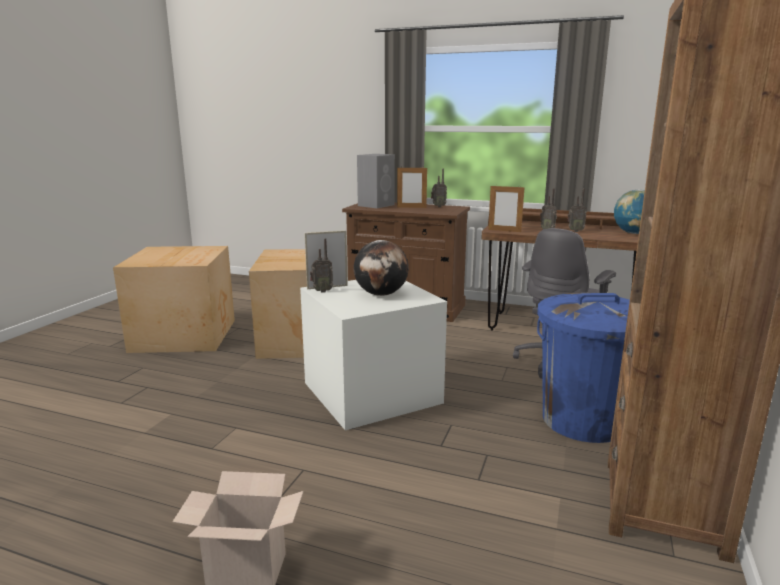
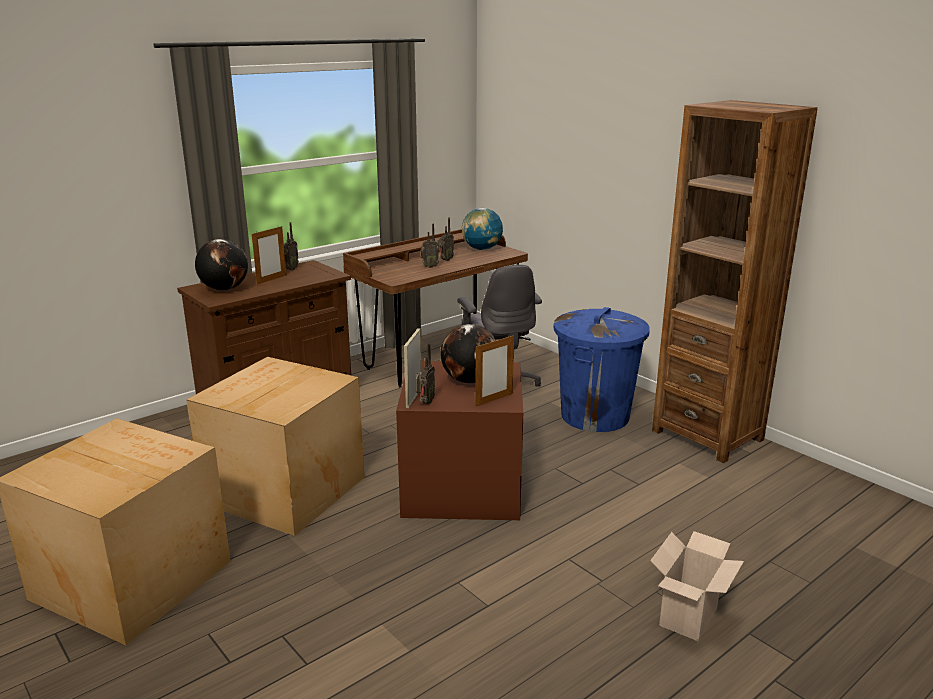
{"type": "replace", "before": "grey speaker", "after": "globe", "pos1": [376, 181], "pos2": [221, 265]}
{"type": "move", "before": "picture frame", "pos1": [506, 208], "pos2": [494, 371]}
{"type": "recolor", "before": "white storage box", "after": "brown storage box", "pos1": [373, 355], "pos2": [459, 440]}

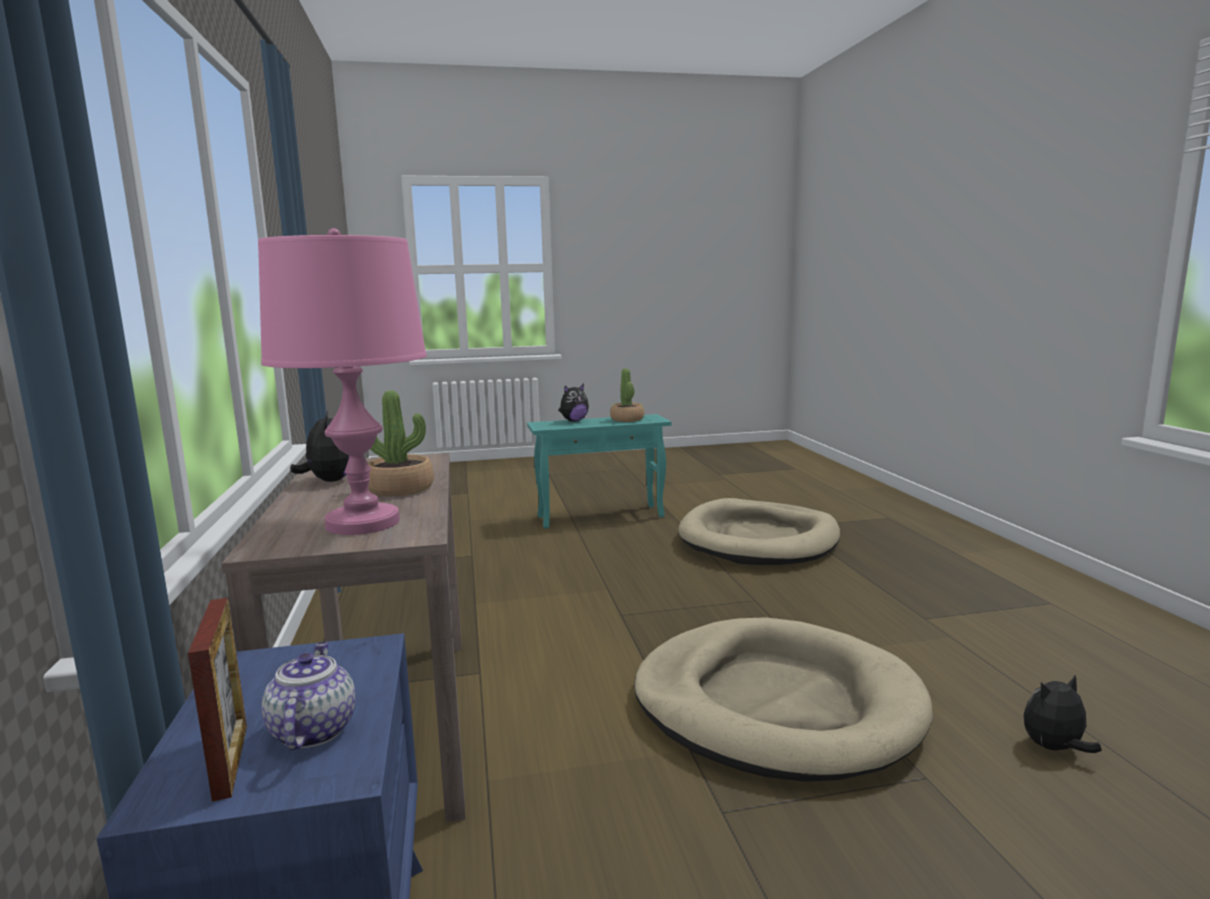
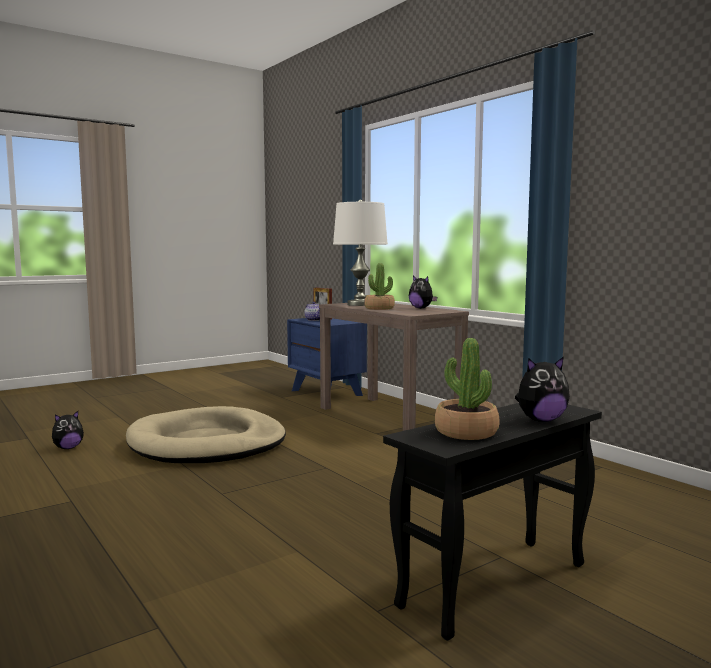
{"type": "recolor", "before": "pink table lamp", "after": "white table lamp", "pos1": [342, 381], "pos2": [360, 253]}
{"type": "rotate", "before": "plush toy", "pos1": [573, 403], "pos2": [542, 389], "turn": -135}
{"type": "recolor", "before": "turquoise side table", "after": "black side table", "pos1": [599, 471], "pos2": [492, 522]}
{"type": "delete", "before": "beige dog bed", "pos1": [759, 531]}

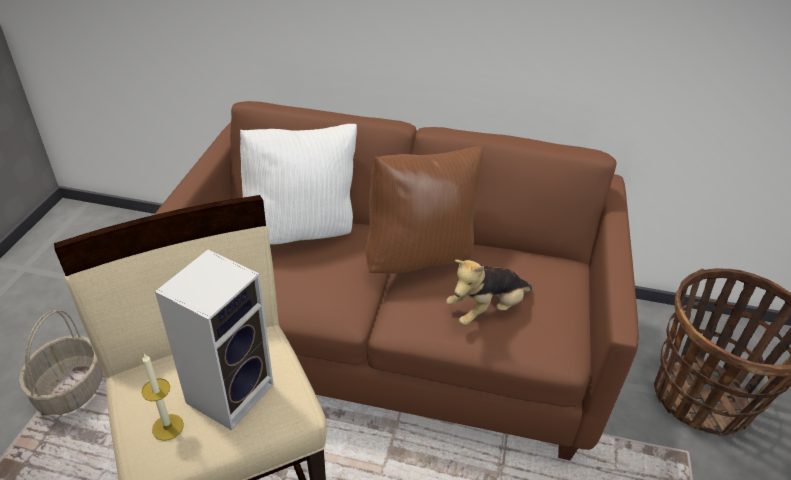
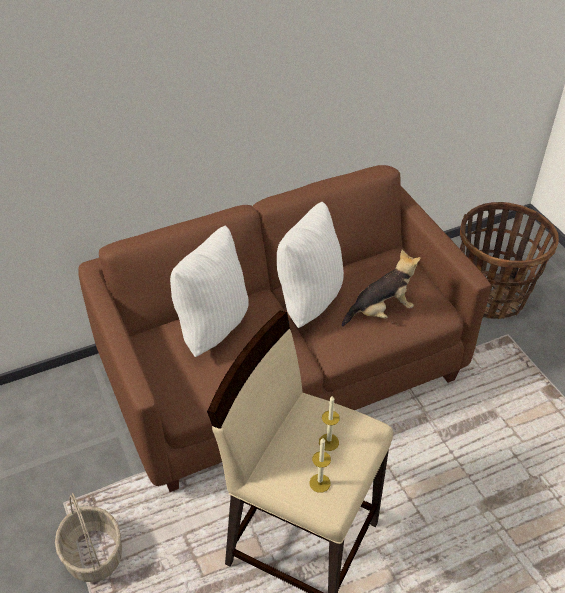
{"type": "recolor", "before": "brown pillow", "after": "white pillow", "pos1": [424, 210], "pos2": [310, 265]}
{"type": "replace", "before": "speaker", "after": "candle", "pos1": [214, 340], "pos2": [329, 423]}
{"type": "rotate", "before": "plush toy", "pos1": [489, 292], "pos2": [381, 288], "turn": -135}

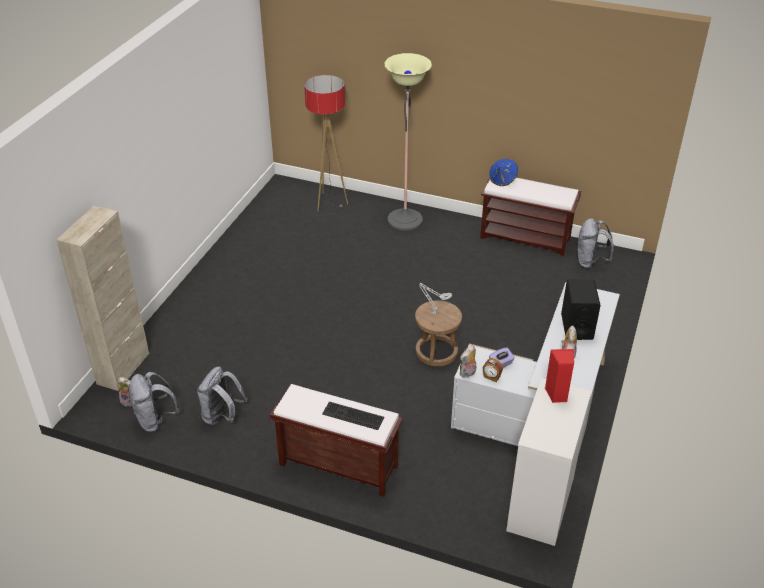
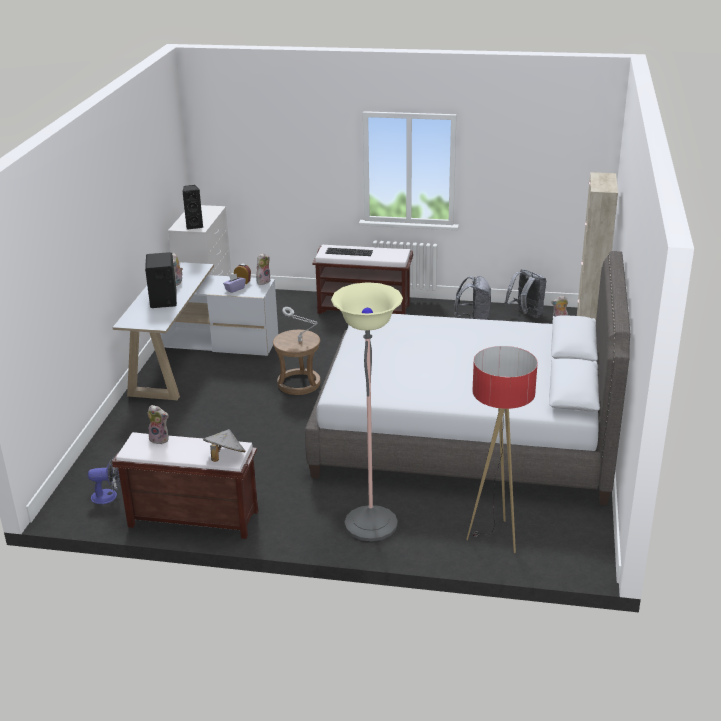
{"type": "recolor", "before": "blue hat", "after": "grey hat", "pos1": [503, 172], "pos2": [224, 445]}
{"type": "replace", "before": "grey backpack", "after": "fan", "pos1": [595, 243], "pos2": [104, 480]}
{"type": "recolor", "before": "red speaker", "after": "black speaker", "pos1": [559, 376], "pos2": [192, 207]}
{"type": "insert", "after": "grey bed", "pos2": [467, 378]}
{"type": "insert", "after": "plush toy", "pos2": [158, 424]}

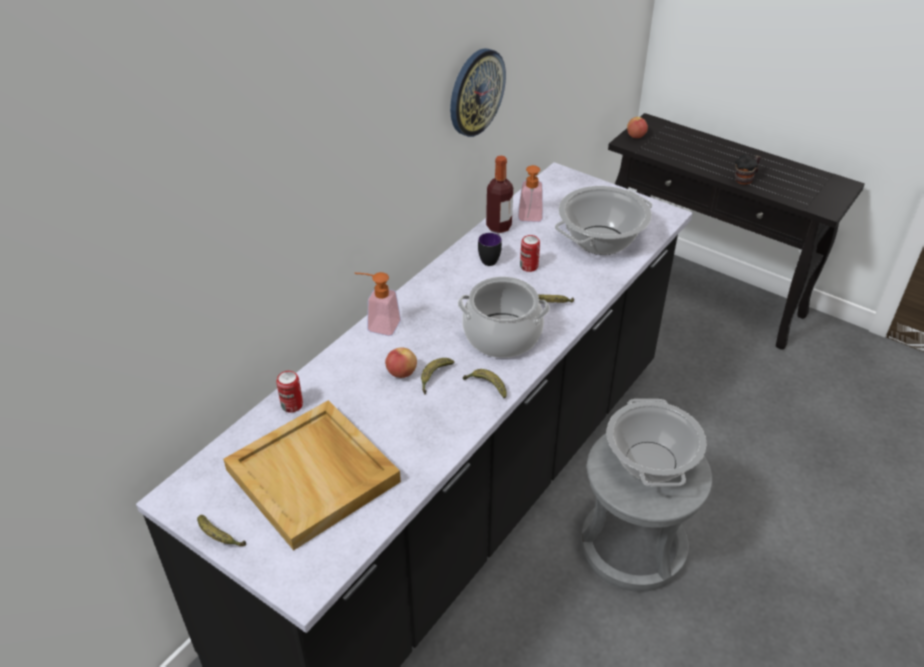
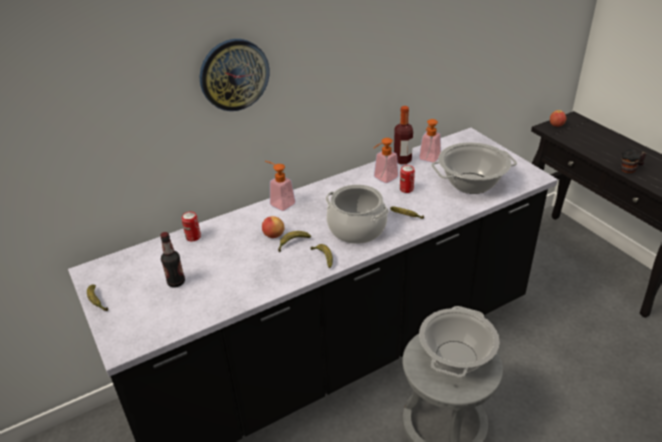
{"type": "move", "before": "wall clock", "pos1": [478, 92], "pos2": [234, 75]}
{"type": "replace", "before": "mug", "after": "soap dispenser", "pos1": [490, 249], "pos2": [386, 160]}
{"type": "replace", "before": "beige tray", "after": "bottle", "pos1": [312, 475], "pos2": [172, 260]}

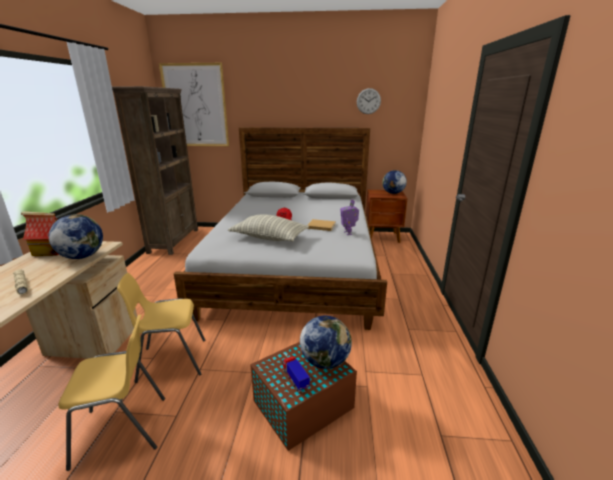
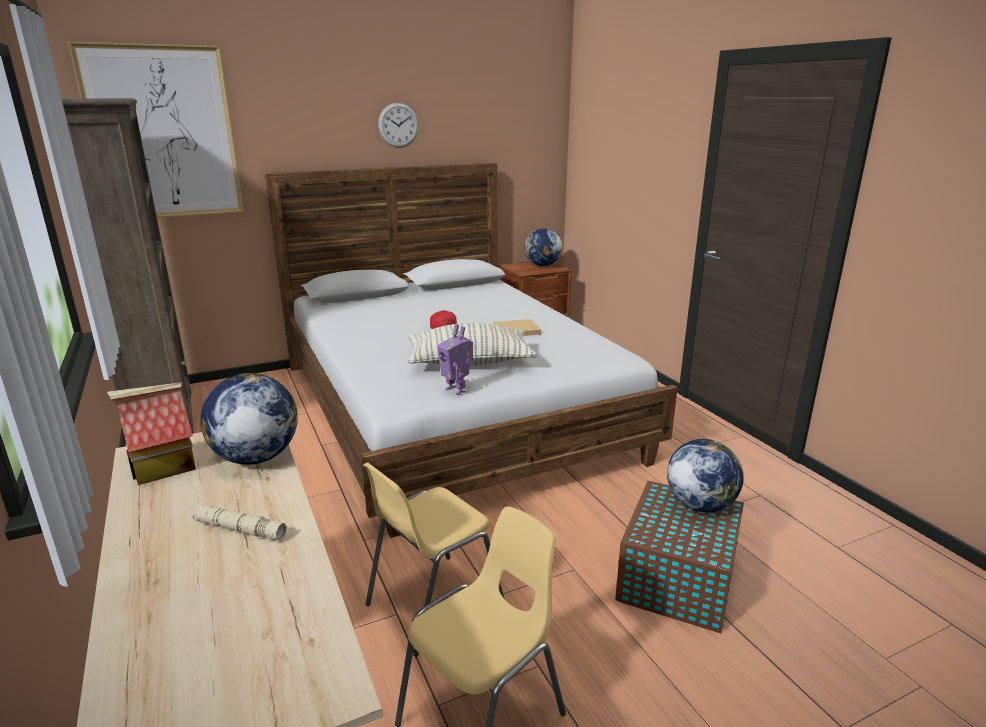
{"type": "move", "before": "wall clock", "pos1": [369, 101], "pos2": [398, 125]}
{"type": "move", "before": "toy robot", "pos1": [349, 217], "pos2": [455, 359]}
{"type": "delete", "before": "toy truck", "pos1": [296, 374]}

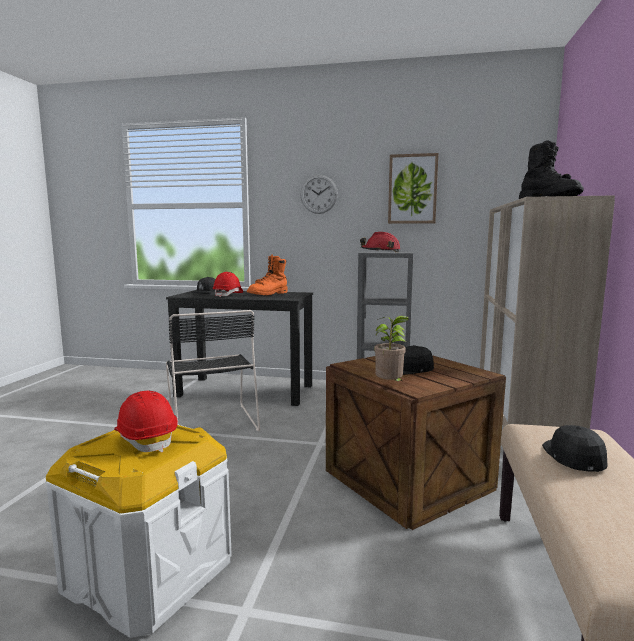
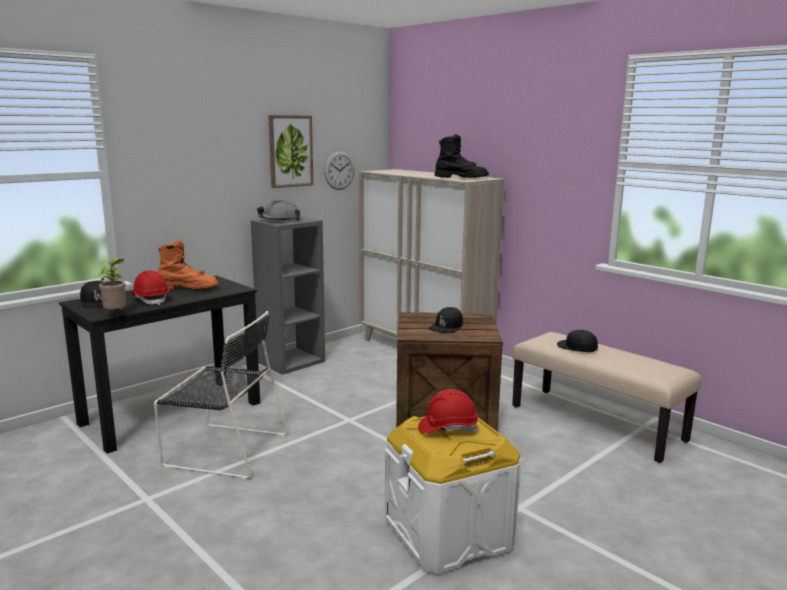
{"type": "move", "before": "wall clock", "pos1": [319, 194], "pos2": [339, 170]}
{"type": "recolor", "before": "red hard hat", "after": "grey hard hat", "pos1": [380, 242], "pos2": [278, 210]}
{"type": "rotate", "before": "orange boot", "pos1": [267, 275], "pos2": [188, 265], "turn": -75}
{"type": "move", "before": "potted plant", "pos1": [391, 349], "pos2": [112, 284]}

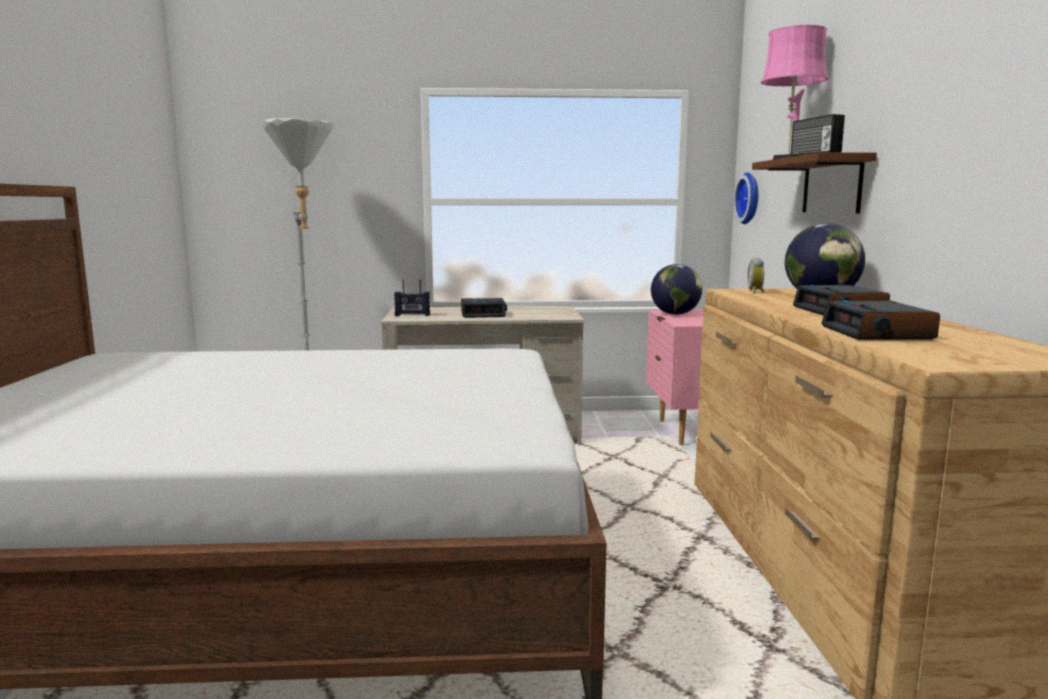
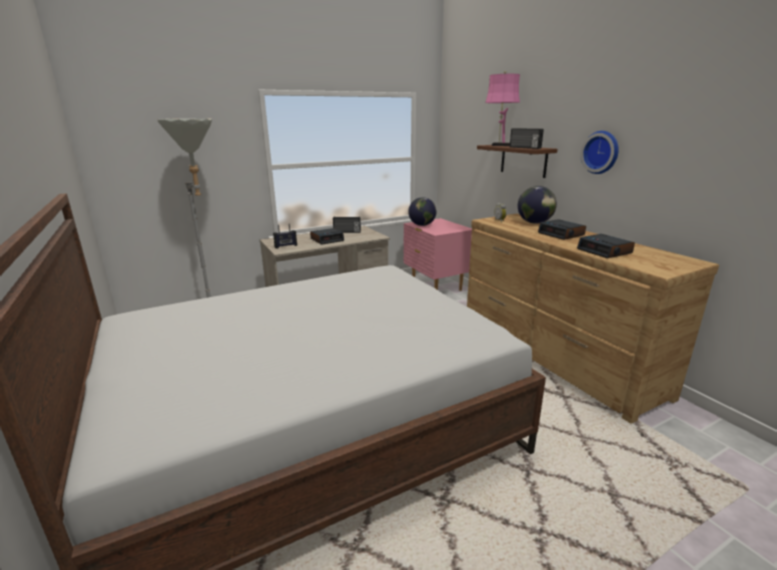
{"type": "move", "before": "wall clock", "pos1": [745, 198], "pos2": [599, 152]}
{"type": "insert", "after": "radio", "pos2": [347, 225]}

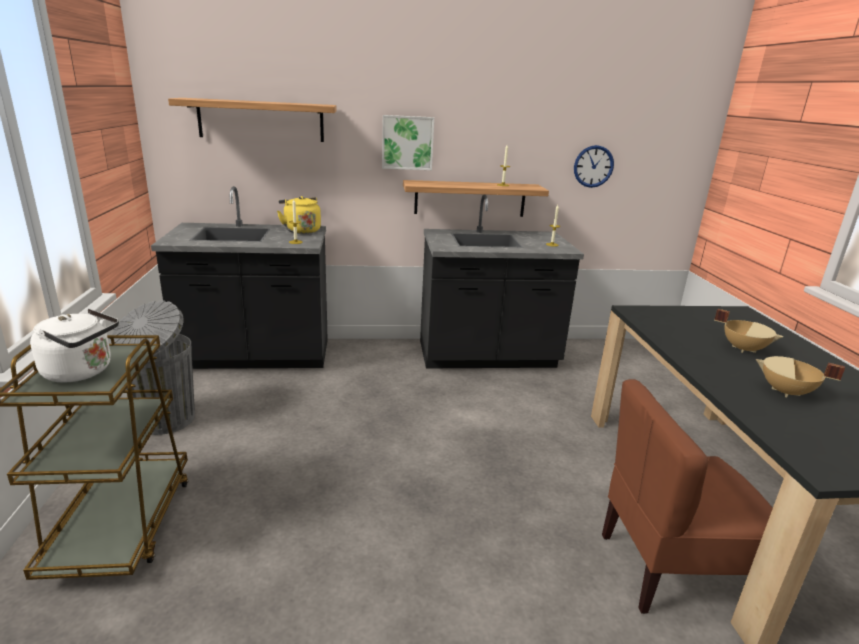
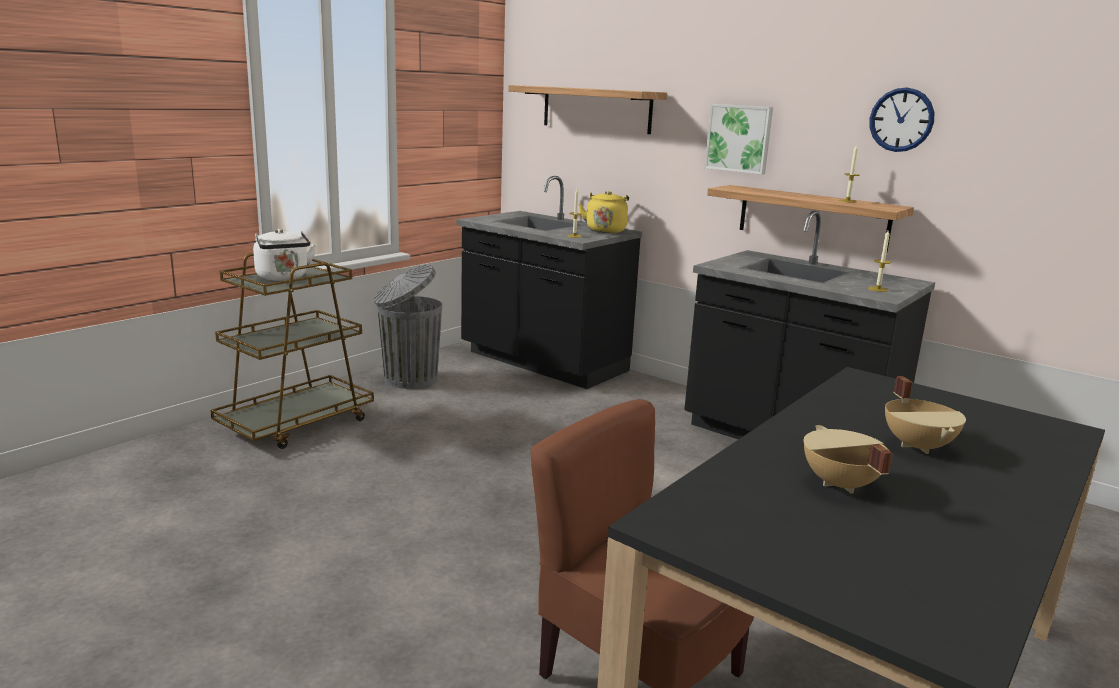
{"type": "move", "before": "wall clock", "pos1": [594, 166], "pos2": [901, 119]}

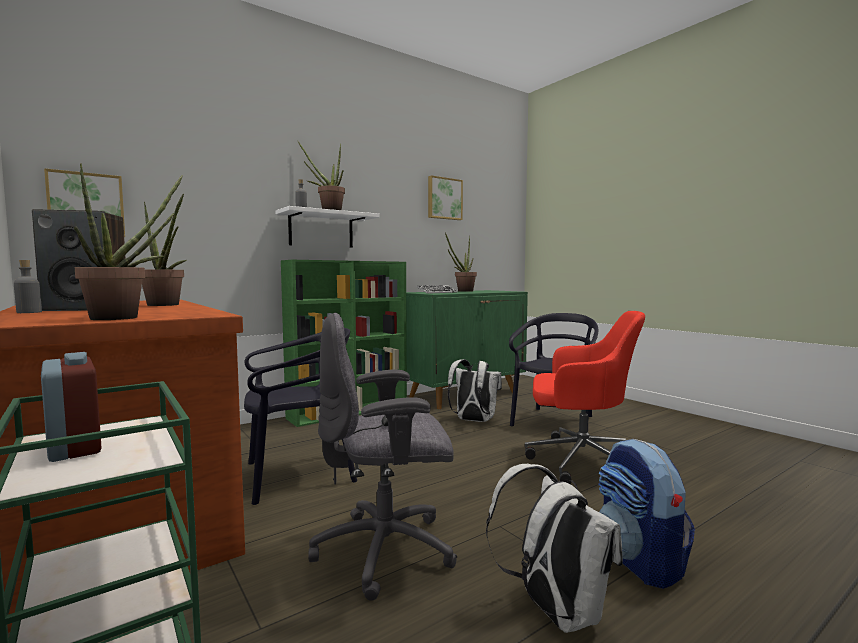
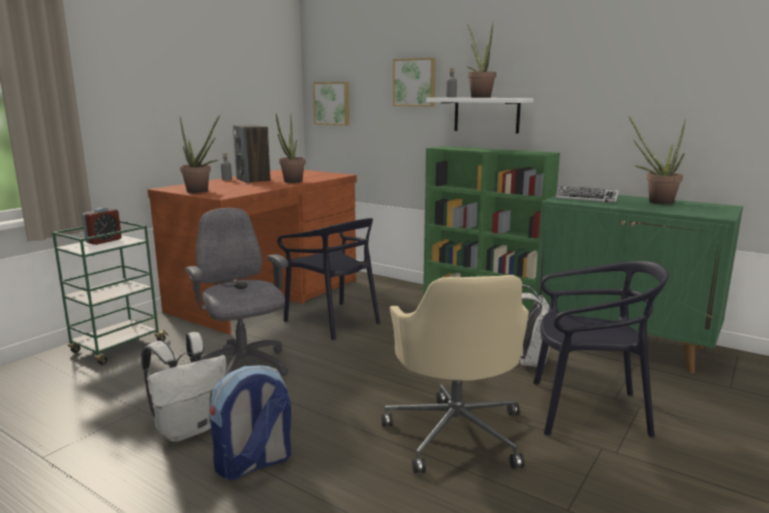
{"type": "move", "before": "picture", "pos1": [445, 197], "pos2": [414, 82]}
{"type": "recolor", "before": "red office chair", "after": "beige office chair", "pos1": [585, 397], "pos2": [455, 374]}

